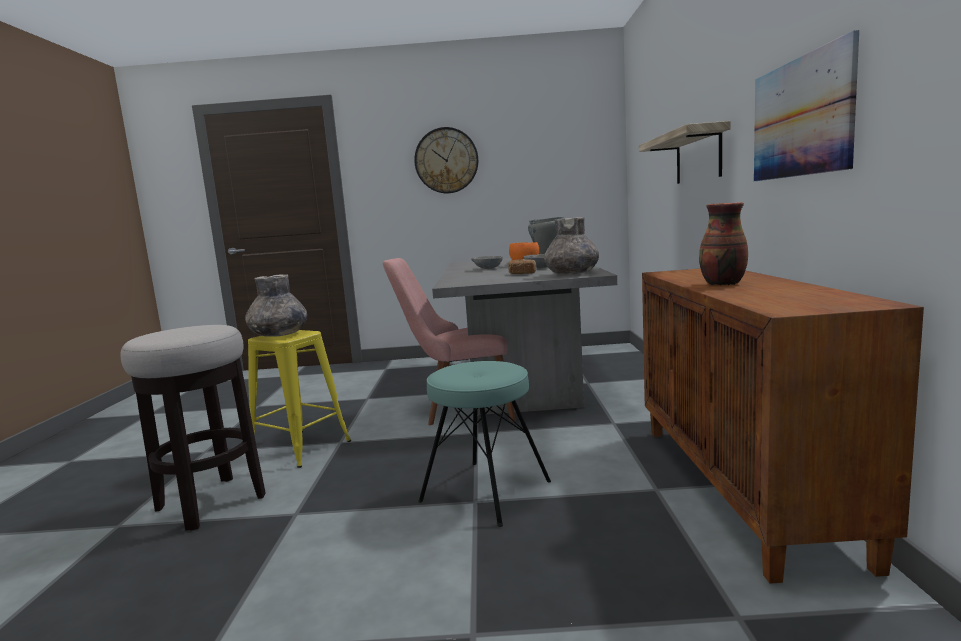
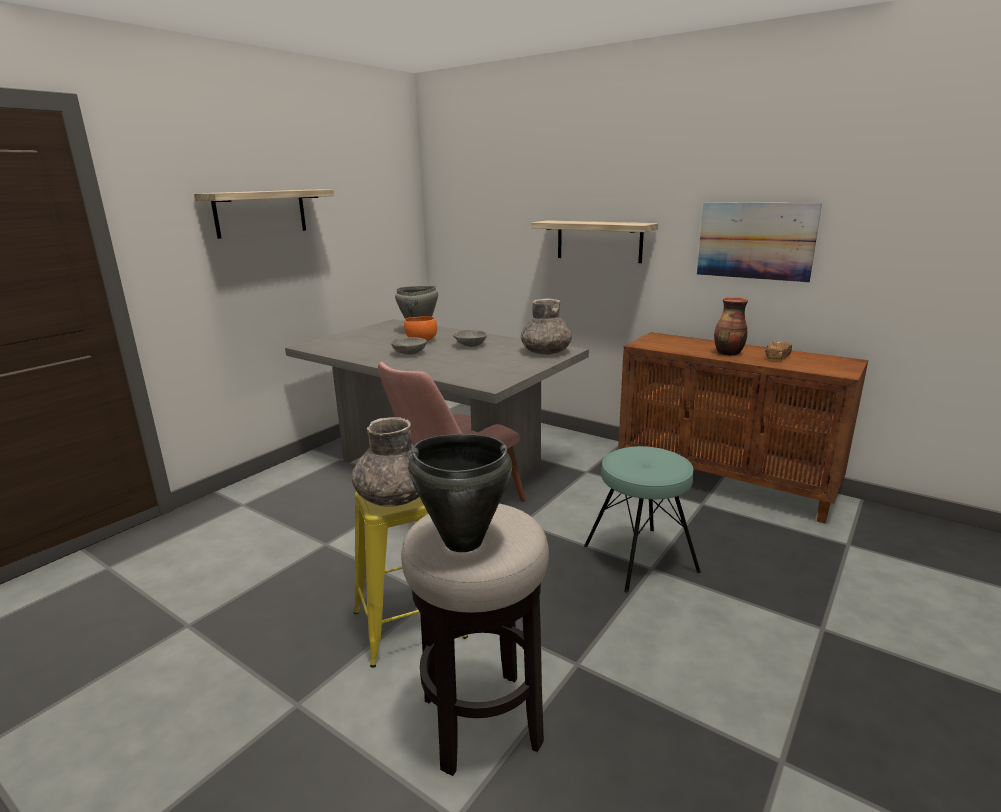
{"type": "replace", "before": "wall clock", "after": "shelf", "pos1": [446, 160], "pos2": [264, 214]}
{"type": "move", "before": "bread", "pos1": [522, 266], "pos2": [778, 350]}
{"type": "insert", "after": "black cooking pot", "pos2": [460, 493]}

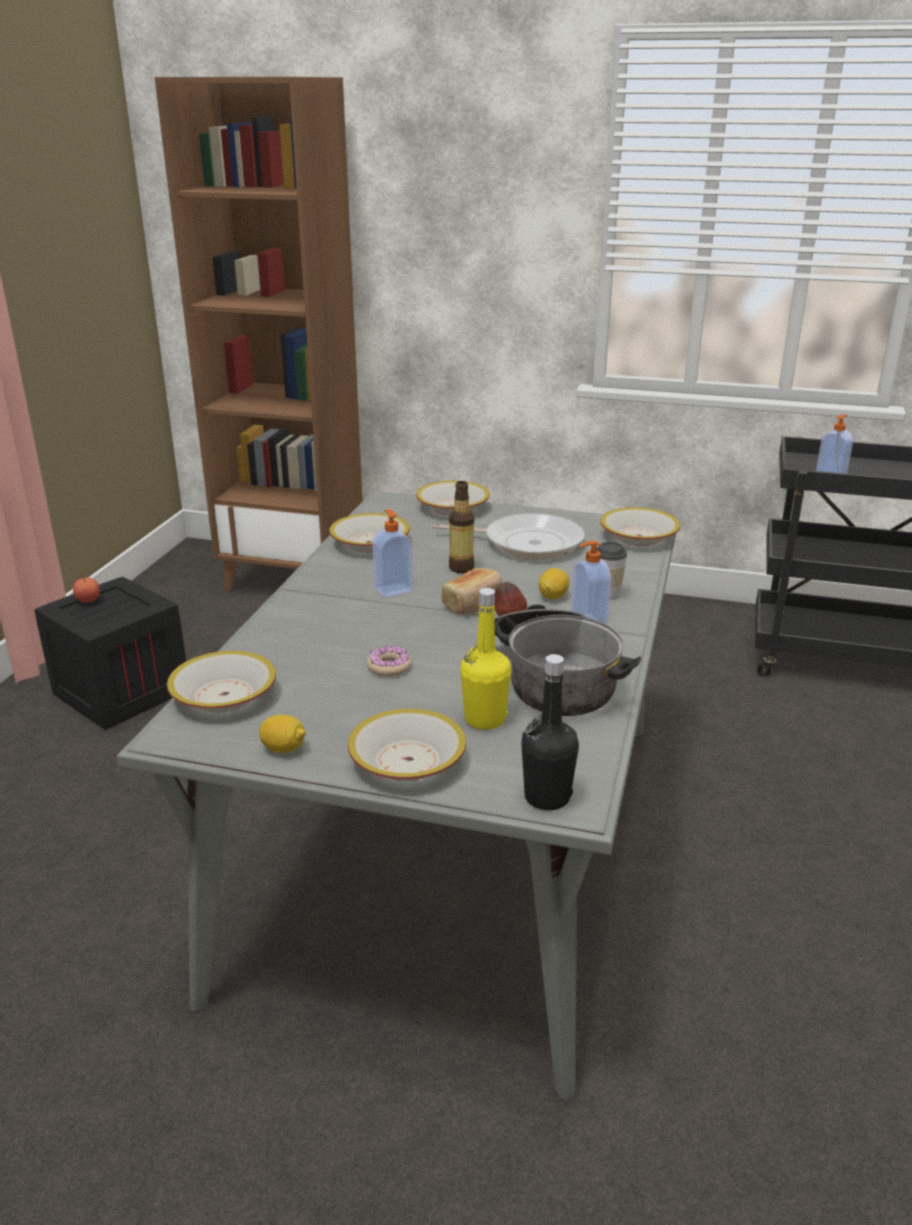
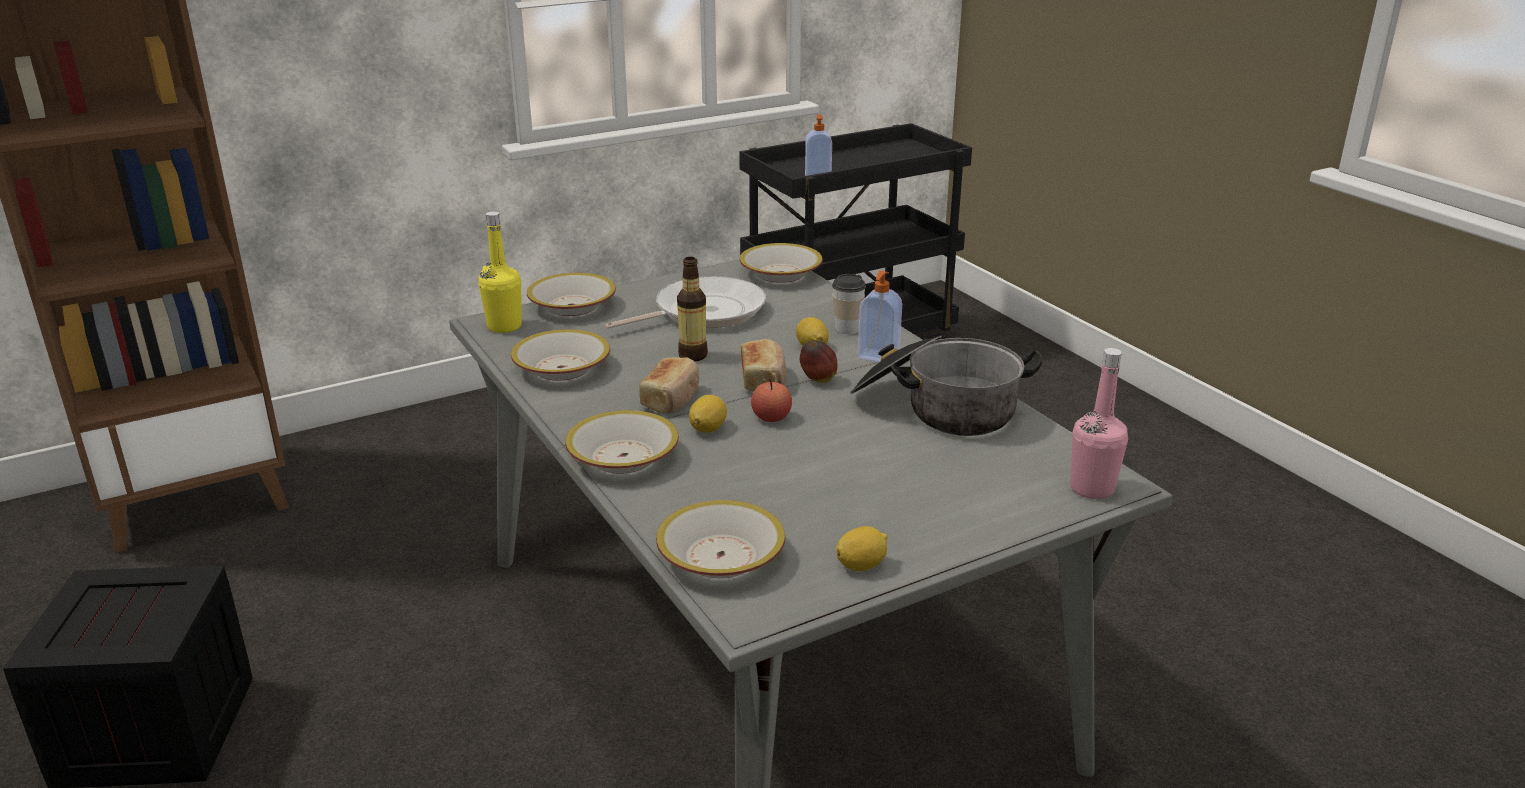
{"type": "replace", "before": "soap dispenser", "after": "bread", "pos1": [392, 553], "pos2": [669, 385]}
{"type": "move", "before": "apple", "pos1": [86, 589], "pos2": [771, 400]}
{"type": "move", "before": "yellow bottle", "pos1": [485, 659], "pos2": [500, 272]}
{"type": "delete", "before": "donut", "pos1": [389, 661]}
{"type": "recolor", "before": "black bottle", "after": "pink bottle", "pos1": [550, 732], "pos2": [1099, 423]}
{"type": "move", "before": "bowl", "pos1": [407, 745], "pos2": [622, 441]}
{"type": "insert", "after": "lemon", "pos2": [708, 414]}

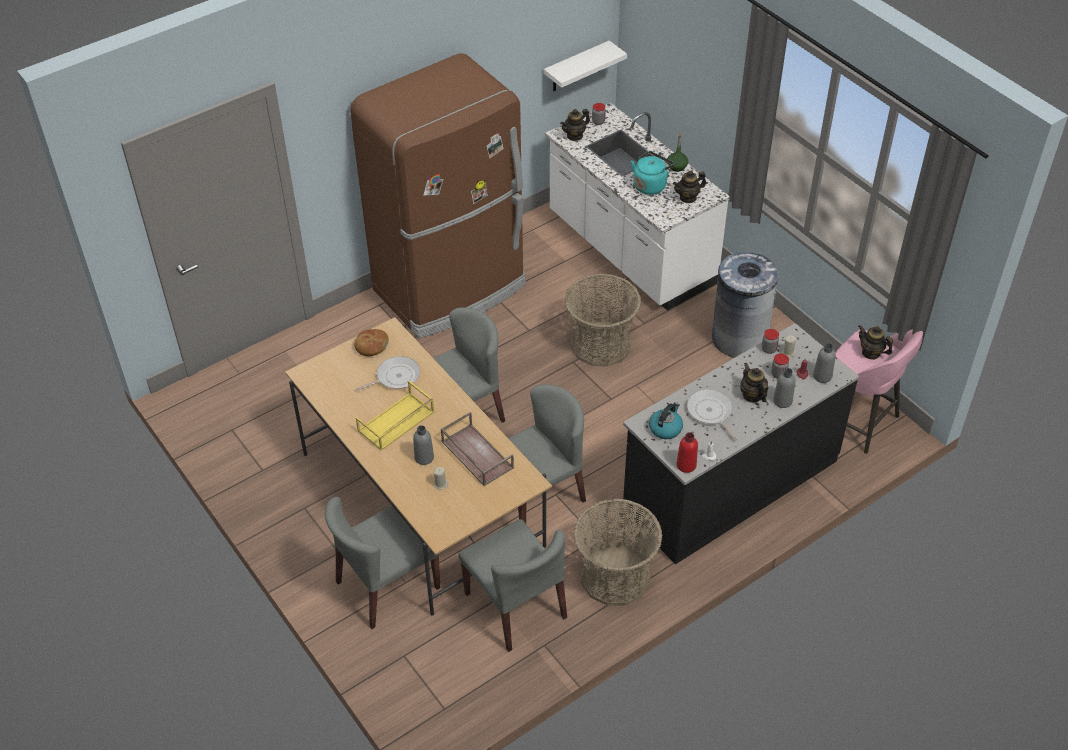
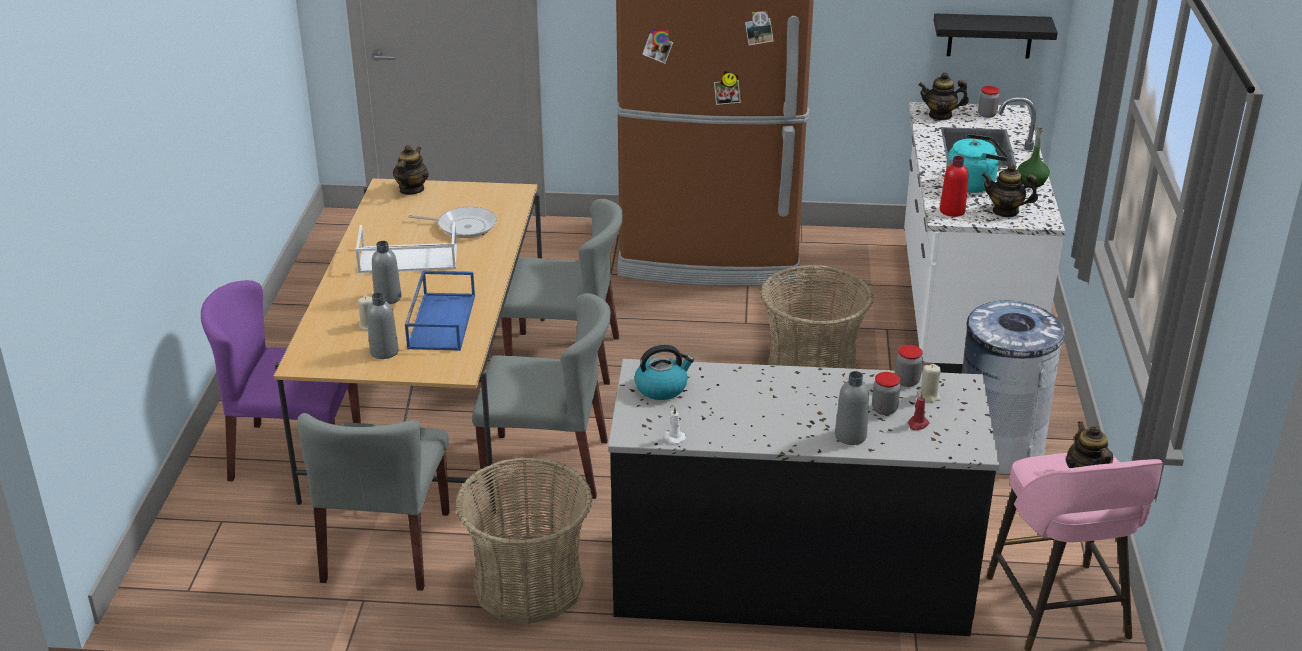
{"type": "recolor", "before": "white shelf", "after": "black shelf", "pos1": [585, 65], "pos2": [996, 36]}
{"type": "delete", "before": "bread", "pos1": [371, 342]}
{"type": "move", "before": "grey bottle", "pos1": [824, 363], "pos2": [383, 325]}
{"type": "move", "before": "teapot", "pos1": [754, 383], "pos2": [411, 170]}
{"type": "recolor", "before": "yellow tray", "after": "white tray", "pos1": [395, 416], "pos2": [406, 247]}
{"type": "delete", "before": "frying pan", "pos1": [712, 415]}
{"type": "recolor", "before": "brown tray", "after": "blue tray", "pos1": [477, 449], "pos2": [440, 310]}
{"type": "move", "before": "red bottle", "pos1": [687, 452], "pos2": [954, 186]}
{"type": "recolor", "before": "grey chair", "after": "purple chair", "pos1": [383, 563], "pos2": [281, 380]}

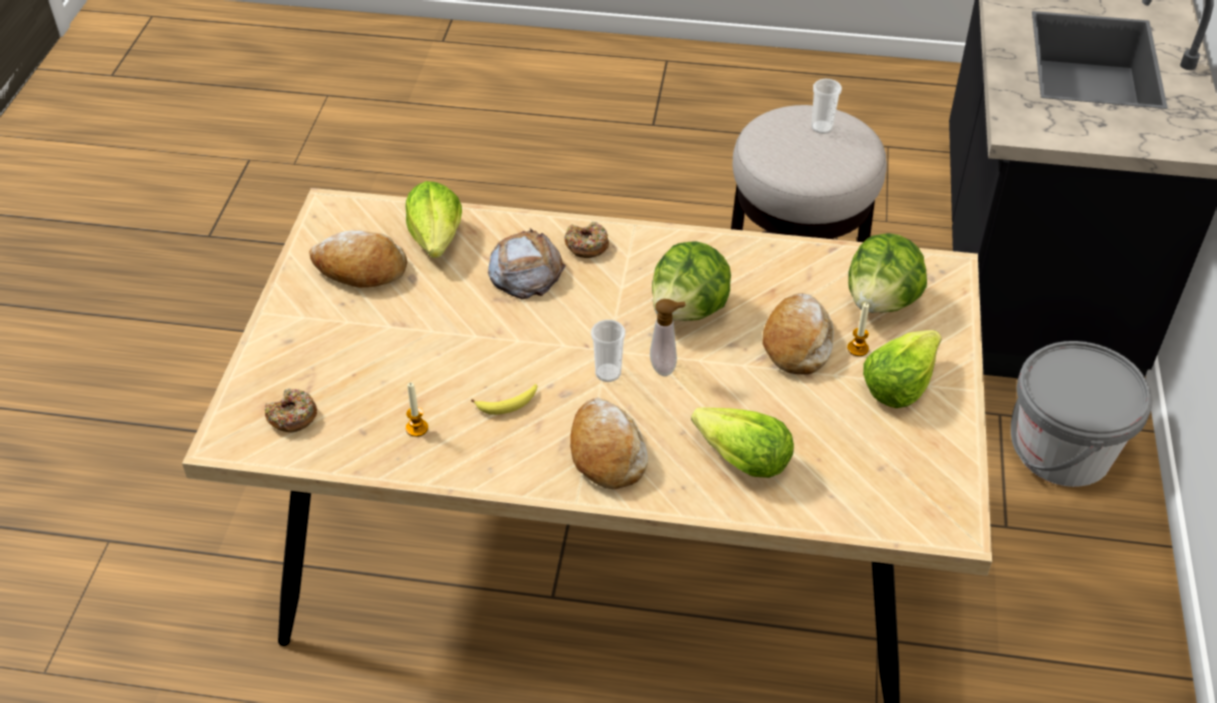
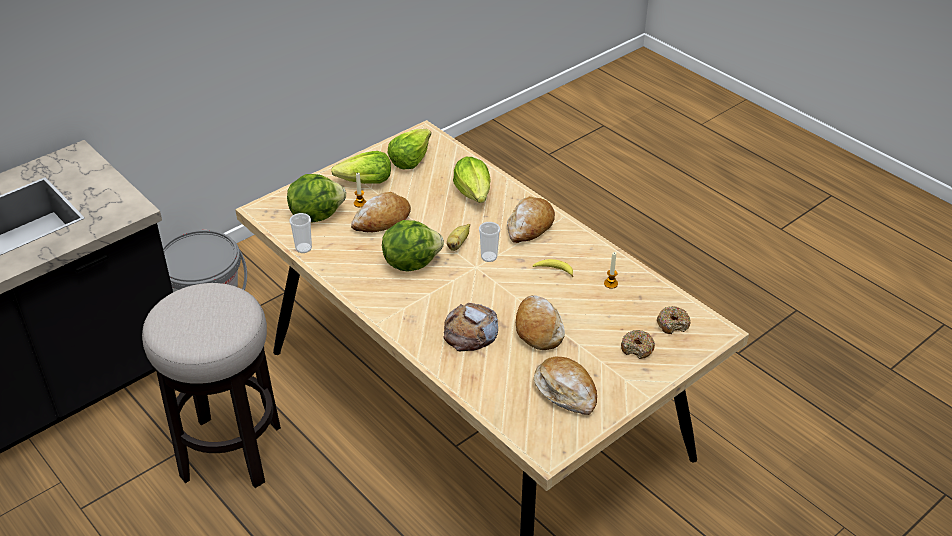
{"type": "move", "before": "cup", "pos1": [826, 106], "pos2": [300, 233]}
{"type": "move", "before": "lettuce", "pos1": [434, 219], "pos2": [409, 149]}
{"type": "move", "before": "donut", "pos1": [586, 240], "pos2": [638, 344]}
{"type": "replace", "before": "soap dispenser", "after": "banana", "pos1": [668, 337], "pos2": [458, 237]}
{"type": "insert", "after": "bread", "pos2": [540, 322]}

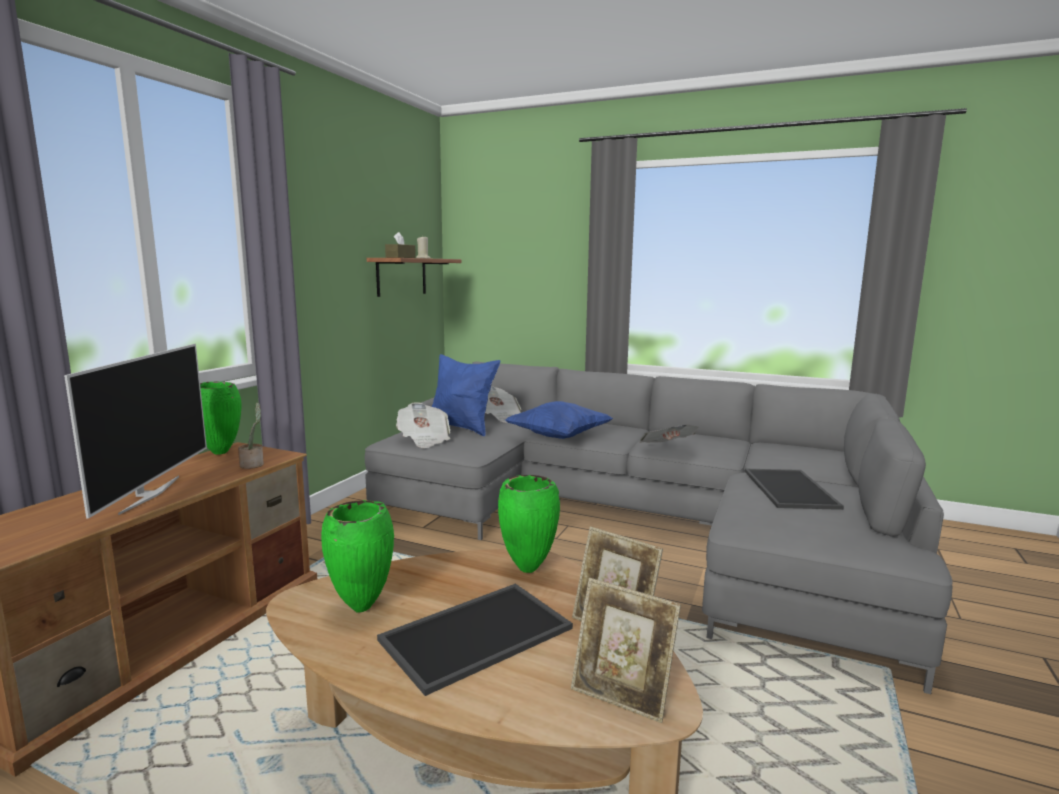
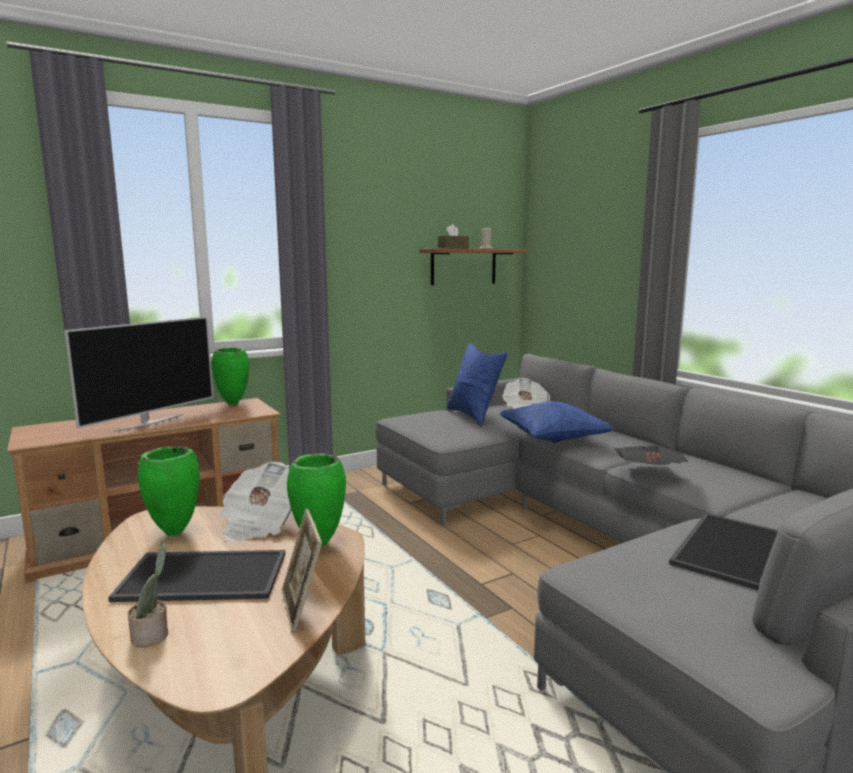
{"type": "move", "before": "potted plant", "pos1": [251, 435], "pos2": [148, 594]}
{"type": "move", "before": "newspaper", "pos1": [423, 425], "pos2": [256, 502]}
{"type": "delete", "before": "picture frame", "pos1": [626, 650]}

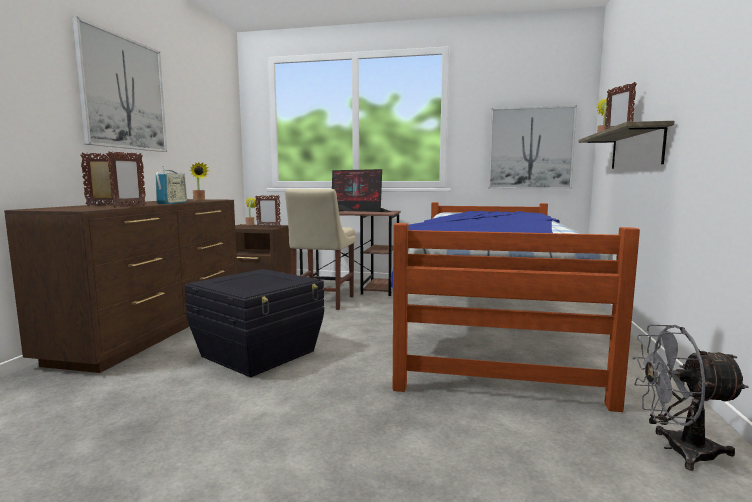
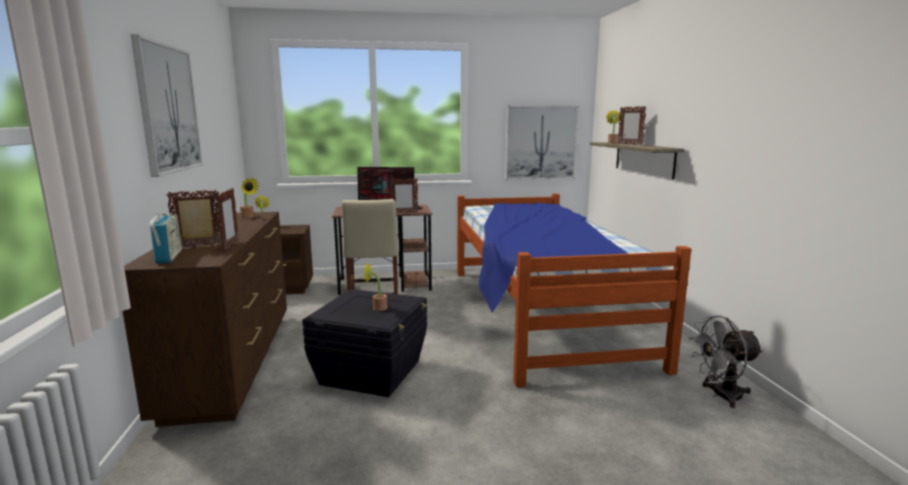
{"type": "move", "before": "radio", "pos1": [171, 185], "pos2": [166, 238]}
{"type": "move", "before": "picture frame", "pos1": [268, 211], "pos2": [403, 195]}
{"type": "insert", "after": "potted plant", "pos2": [374, 286]}

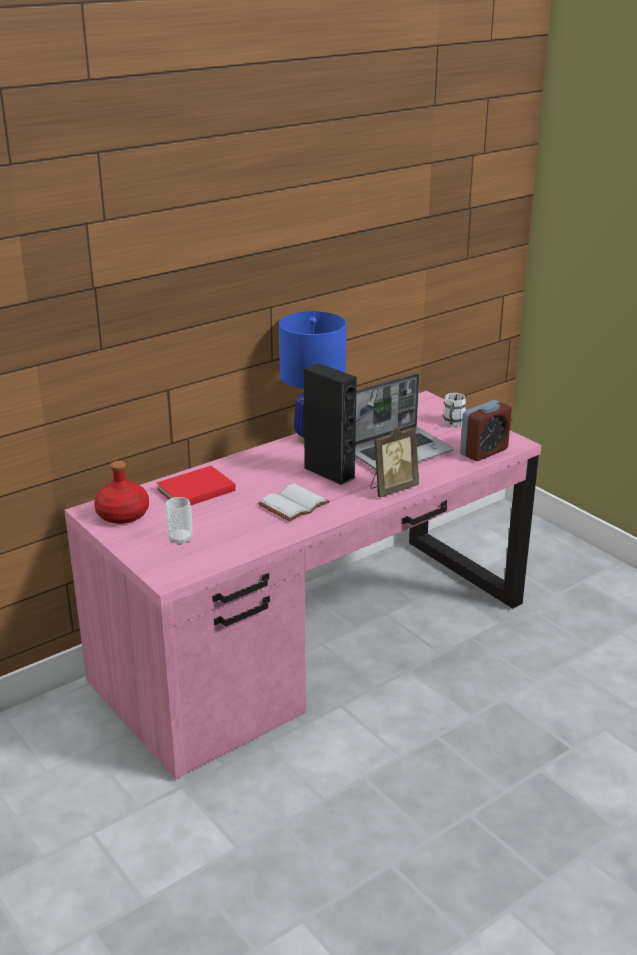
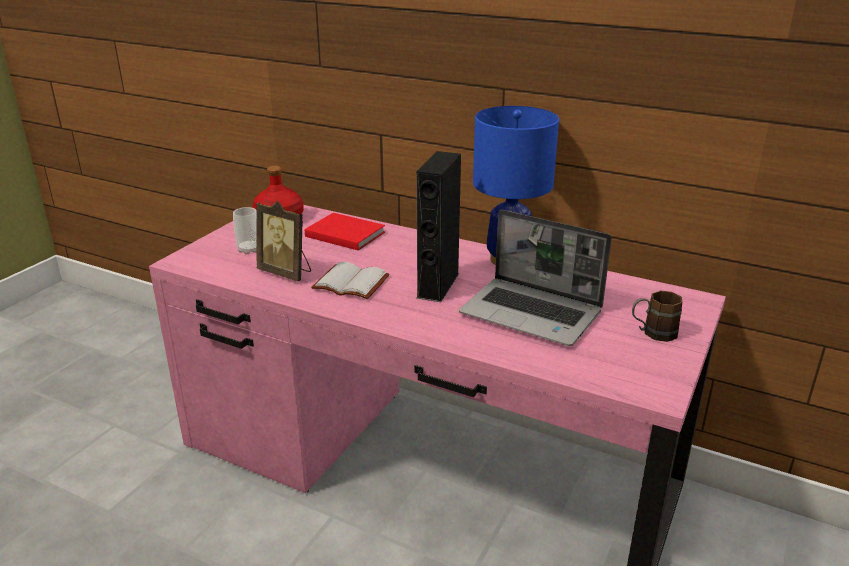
{"type": "recolor", "before": "white mug", "after": "brown mug", "pos1": [454, 410], "pos2": [657, 316]}
{"type": "delete", "before": "alarm clock", "pos1": [486, 430]}
{"type": "move", "before": "picture frame", "pos1": [394, 462], "pos2": [283, 241]}

